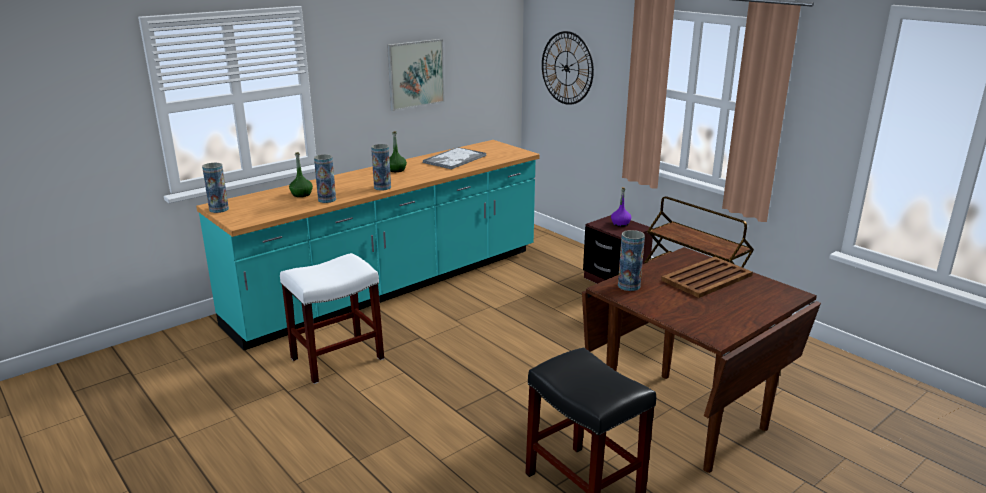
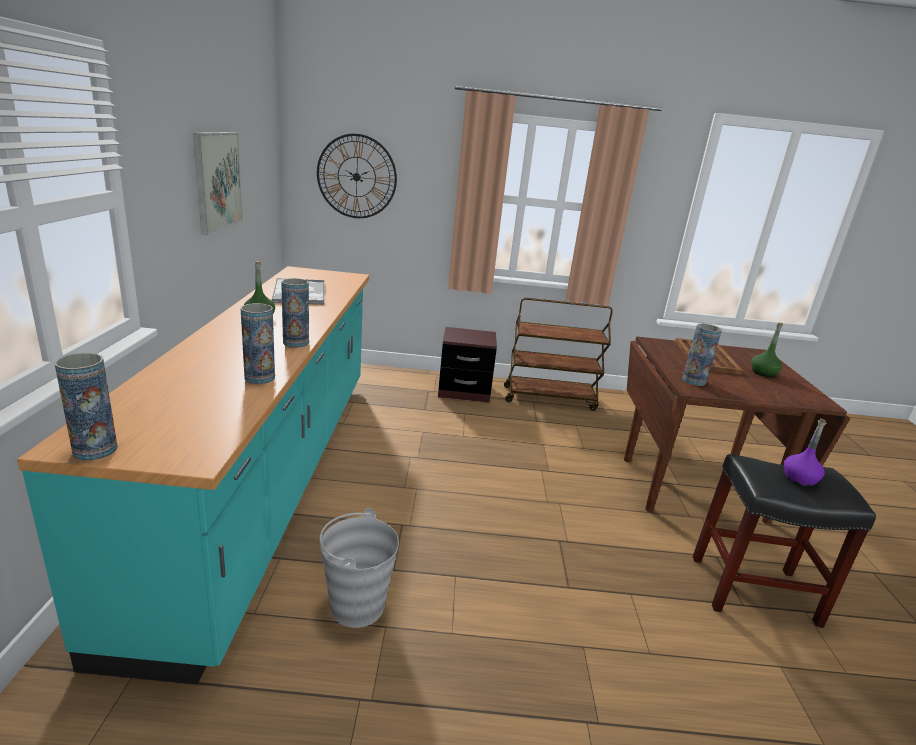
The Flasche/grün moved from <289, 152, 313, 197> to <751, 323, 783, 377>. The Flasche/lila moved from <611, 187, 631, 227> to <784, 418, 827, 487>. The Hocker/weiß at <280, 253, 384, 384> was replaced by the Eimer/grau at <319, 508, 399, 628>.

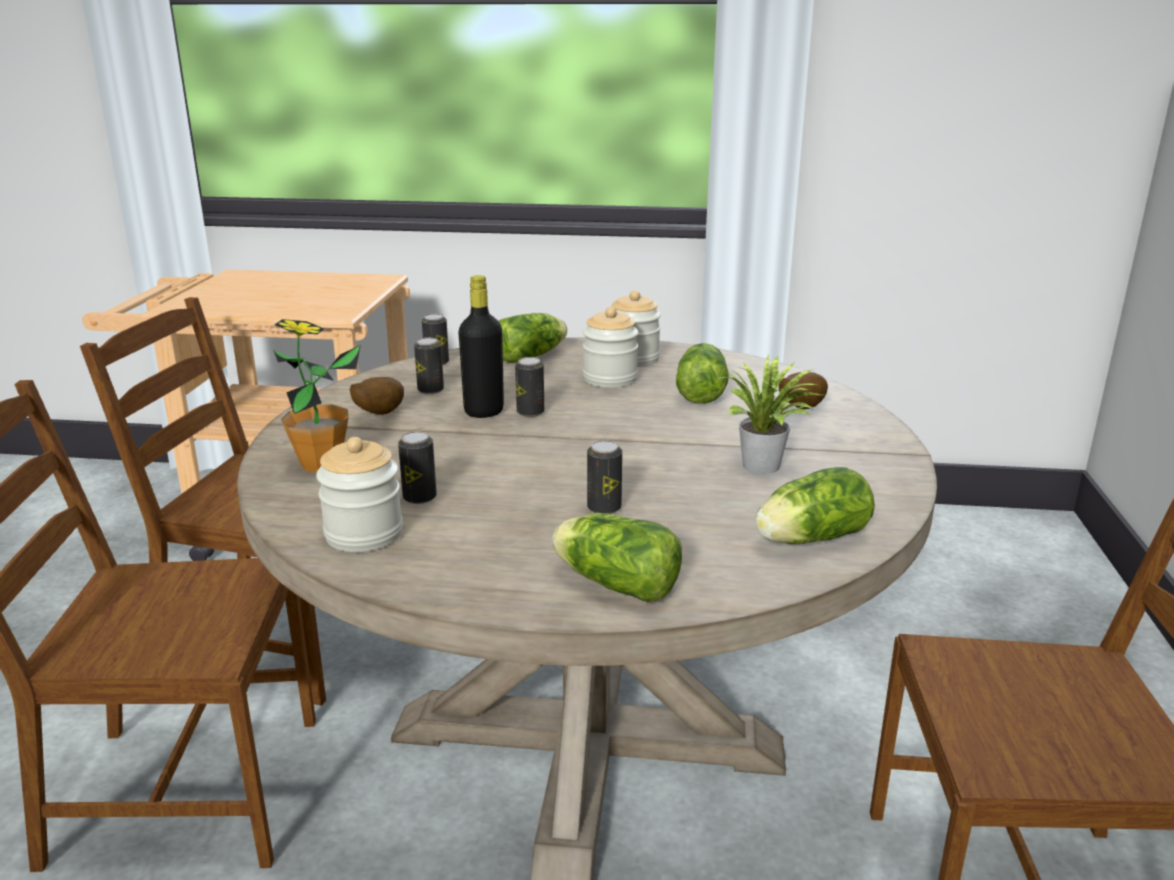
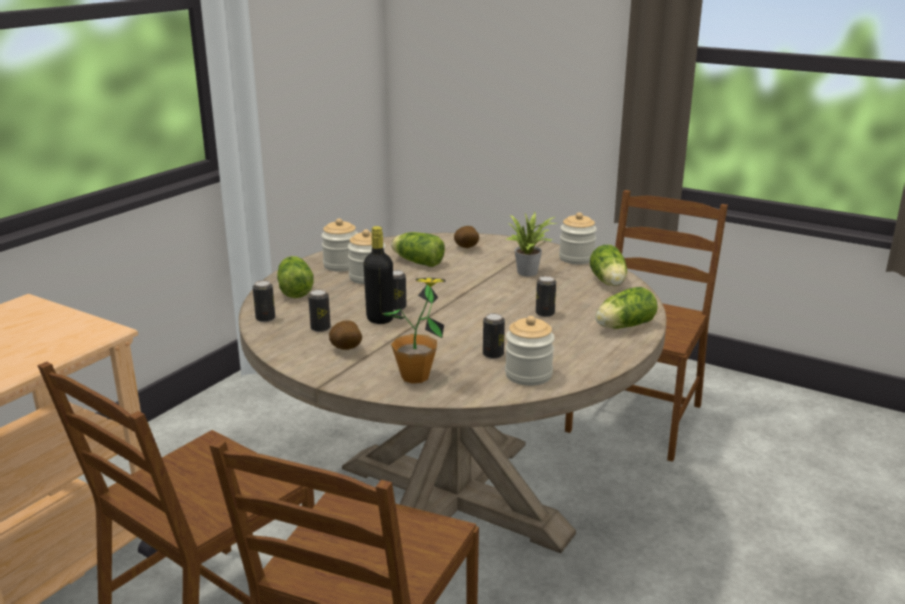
The Vorratsglas at <559, 212, 597, 264> appeared.

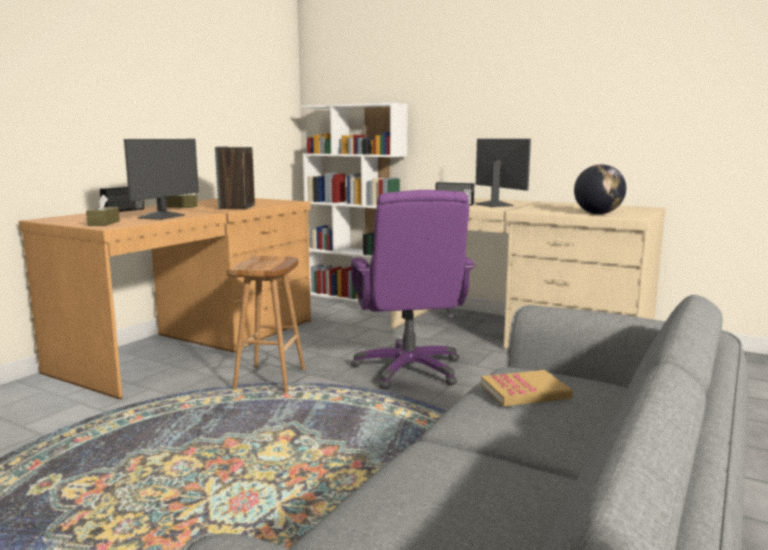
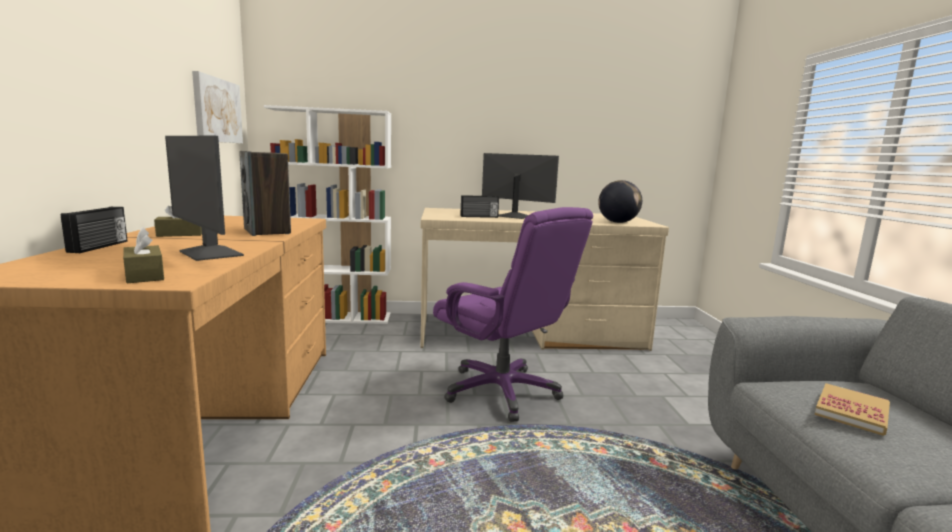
The Monitor at <124, 139, 199, 220> turned 150 degrees clockwise. The Hocker/braun at <227, 256, 305, 393> disappeared. The Bild at <192, 71, 243, 143> appeared.

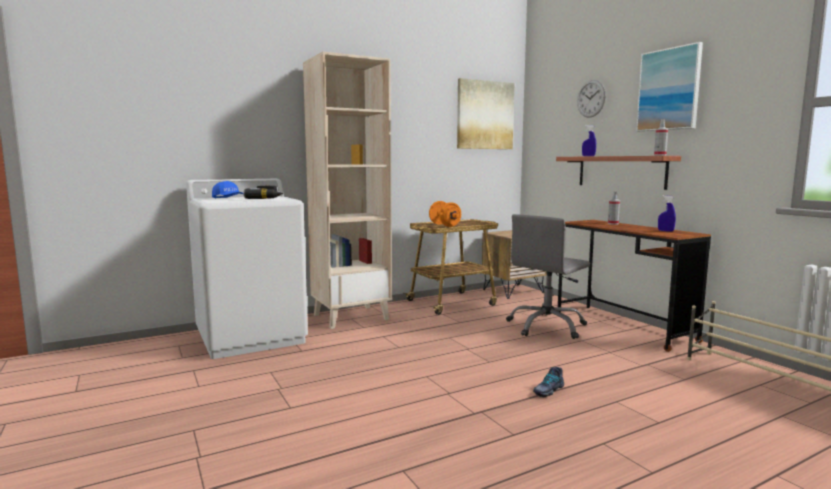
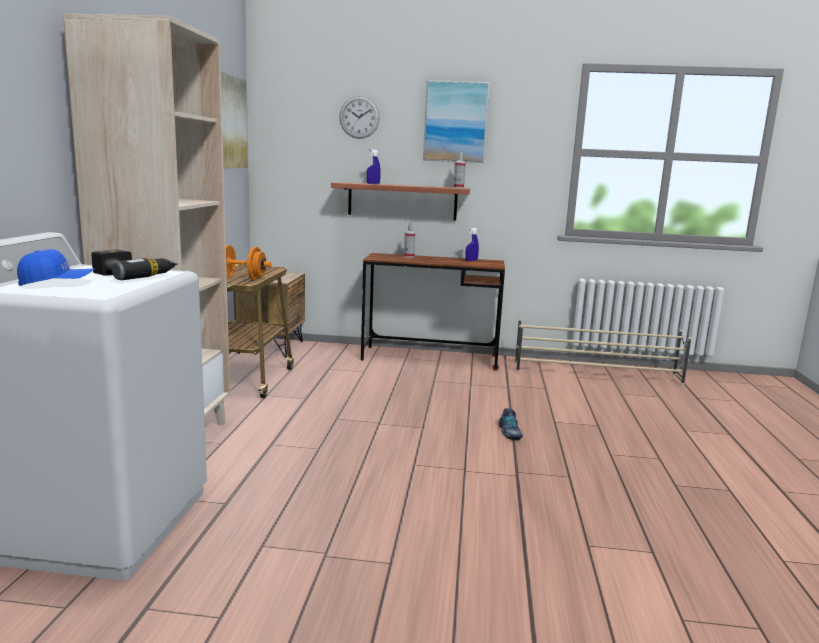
The Bürostuhl/grau at <506, 214, 590, 339> disappeared.

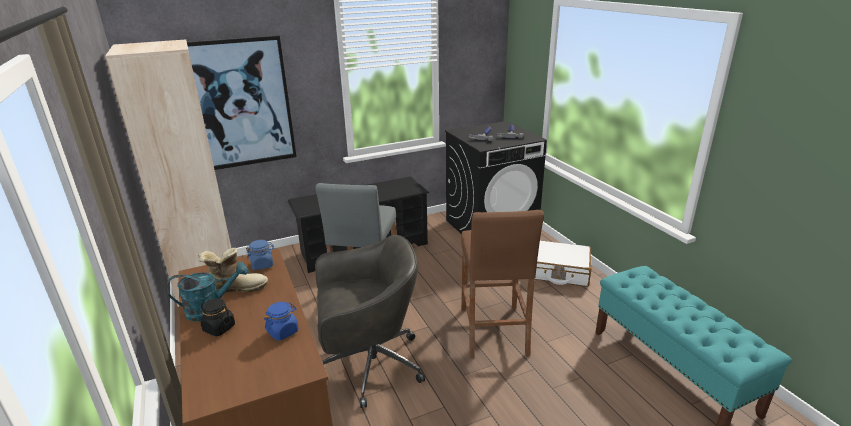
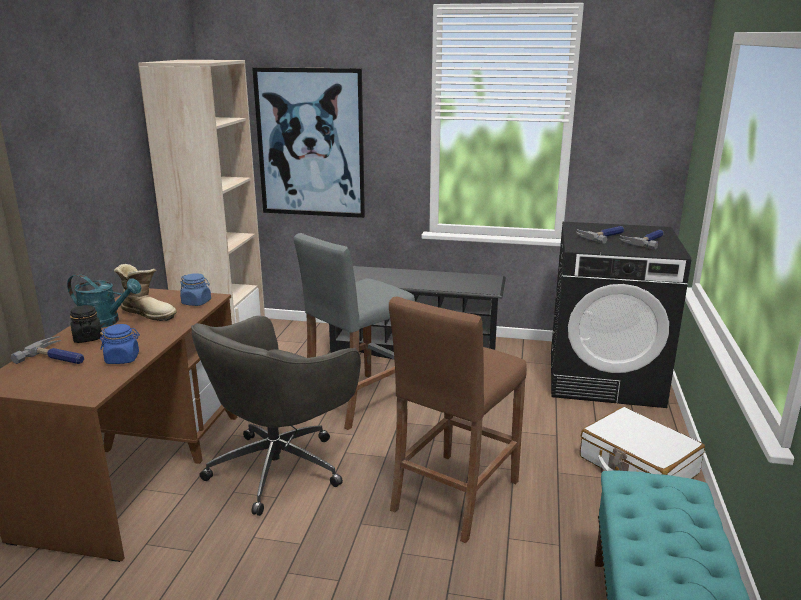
The Bürostuhl/grau at <315, 235, 425, 408> turned 105 degrees clockwise. The Hammer at <11, 336, 84, 364> appeared.

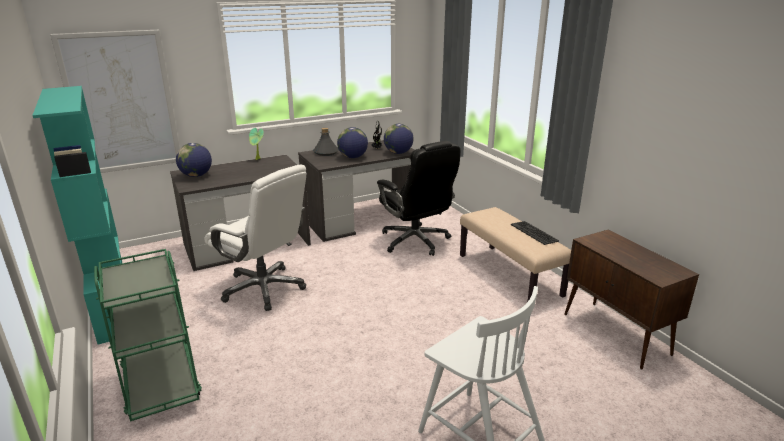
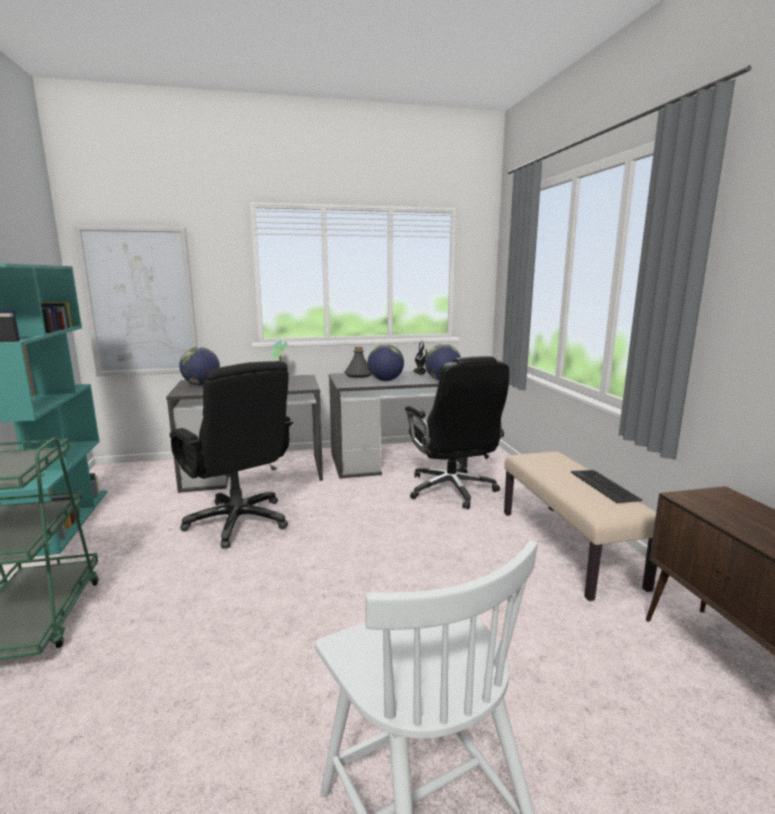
The Bürostuhl/weiß at <204, 165, 307, 311> became the Bürostuhl/schwarz at <170, 361, 293, 548>.

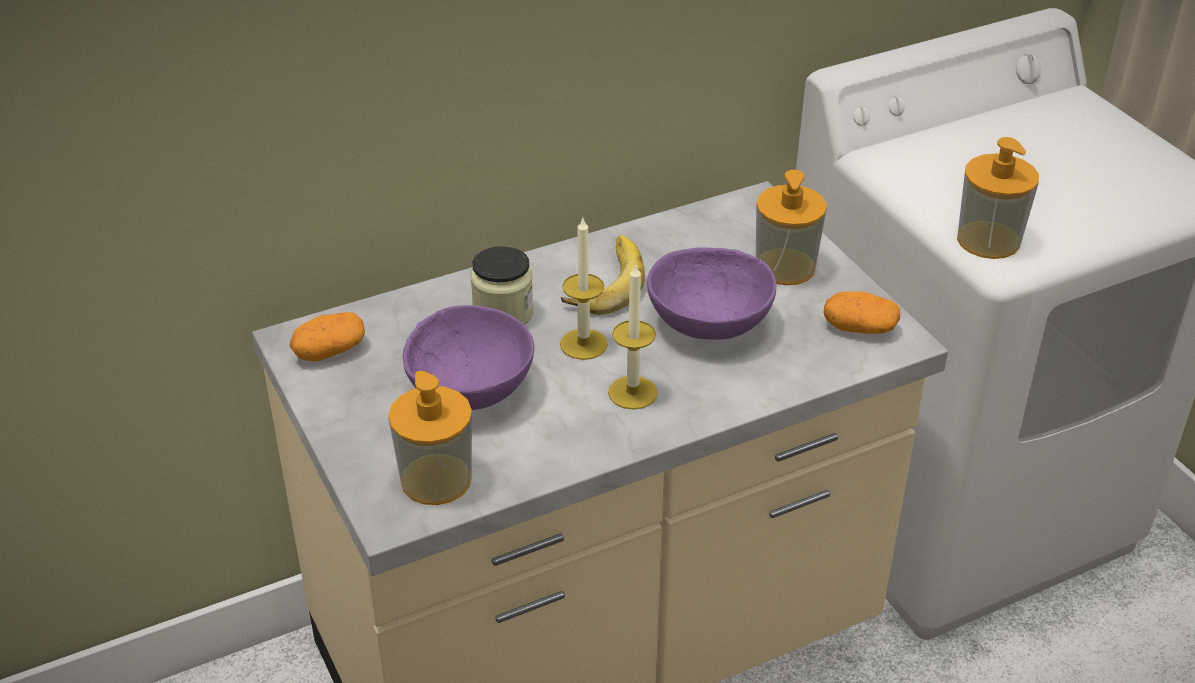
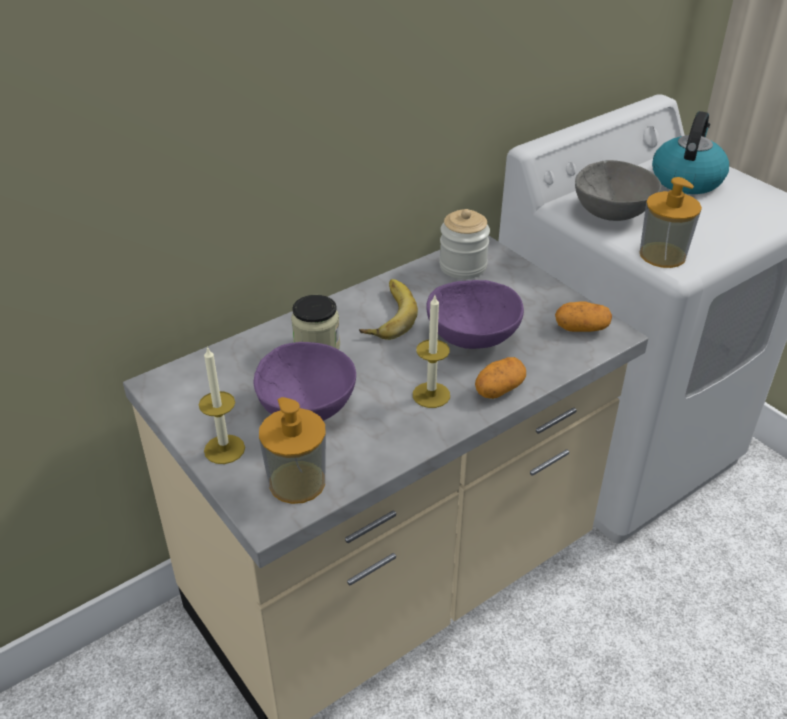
The Seifenspender at <756, 170, 827, 285> disappeared. The Kerze moved from <560, 216, 608, 360> to <199, 346, 245, 464>. The Kartoffel moved from <290, 312, 365, 362> to <475, 357, 526, 399>. The Wasserkessel at <652, 111, 729, 194> appeared. The Schüssel/grau at <575, 160, 661, 221> appeared. The Vorratsglas at <439, 209, 490, 279> appeared.

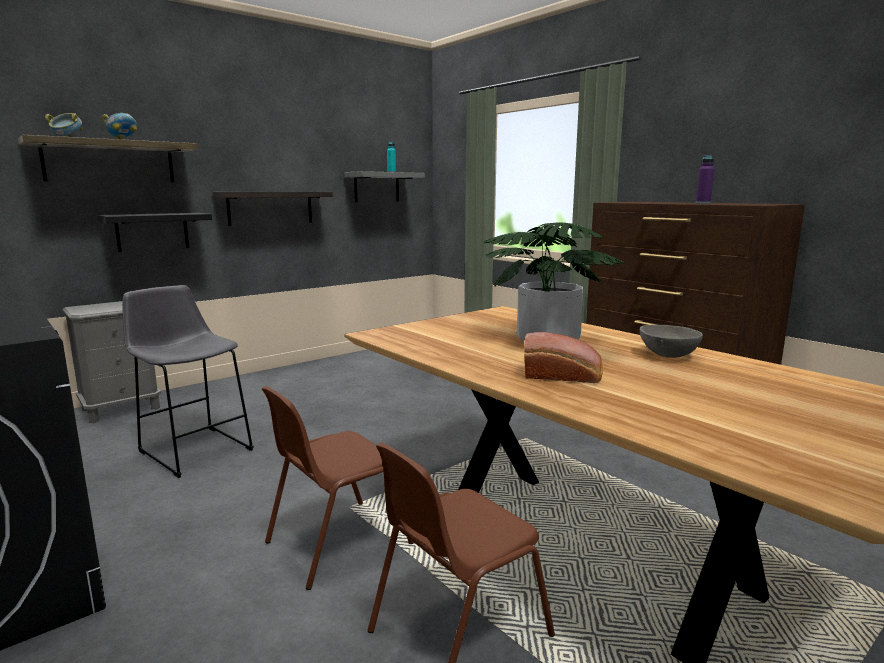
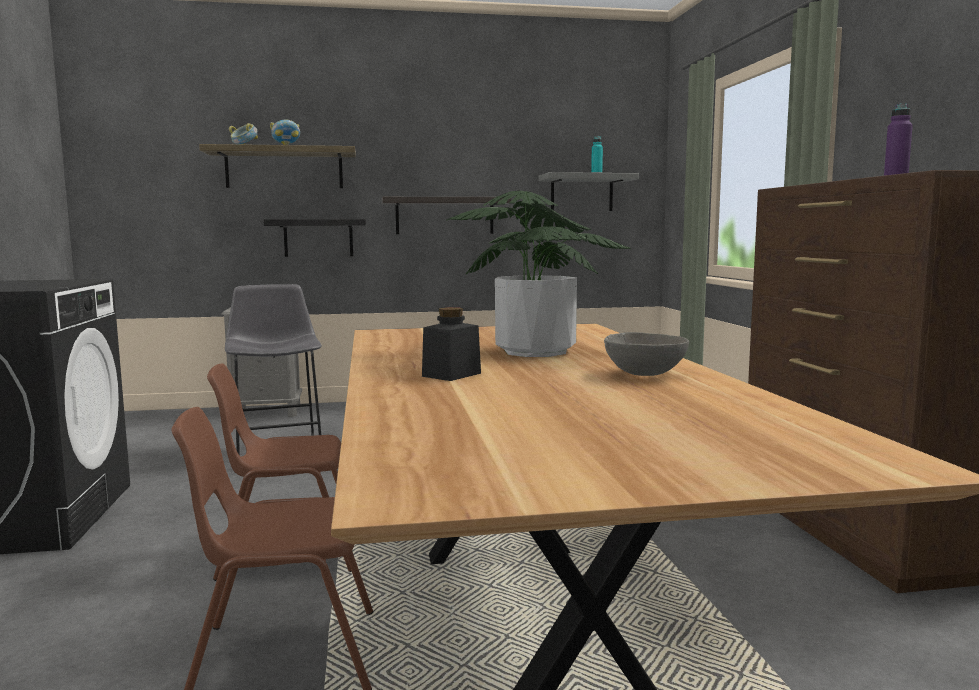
The Brot at <524, 332, 603, 383> was replaced by the Vorratsglas/schwarz at <422, 307, 481, 381>.

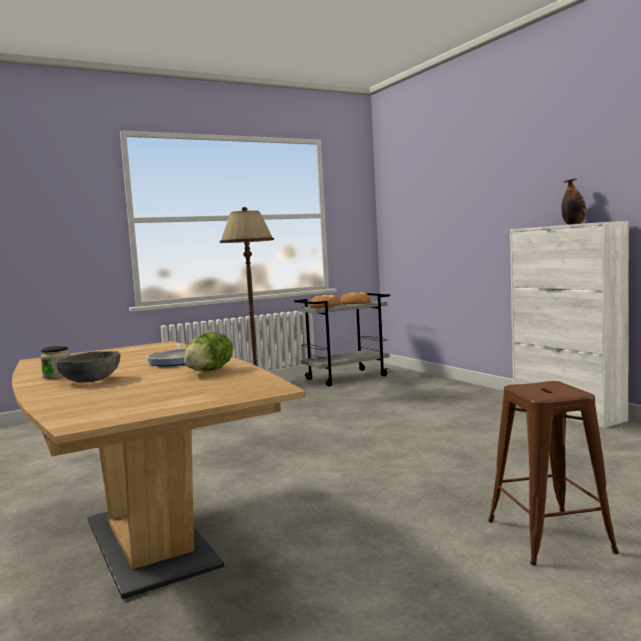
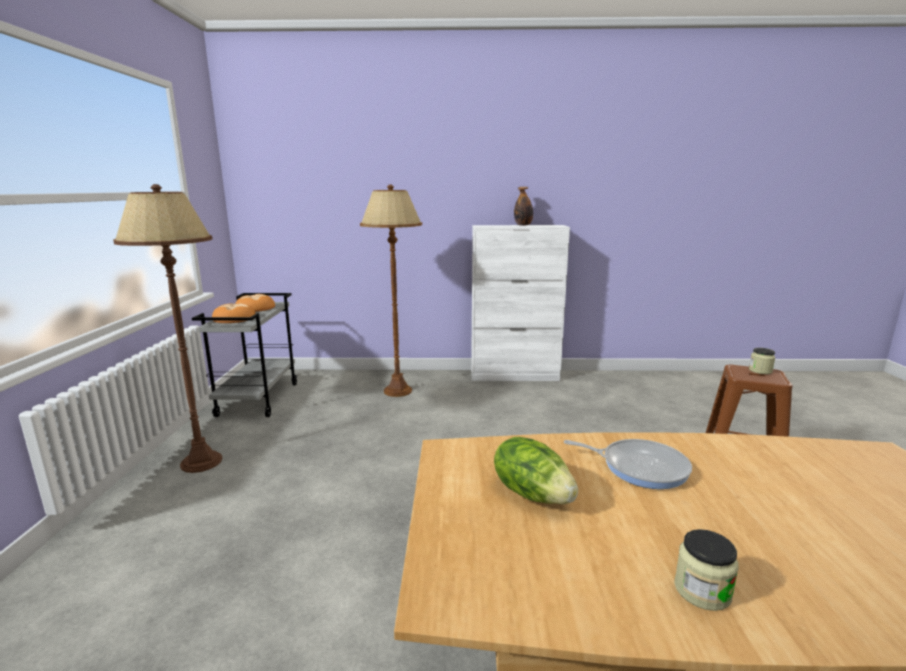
The Salatkopf moved from <184, 332, 233, 372> to <494, 437, 578, 504>. The Schüssel/grau at <55, 351, 120, 383> disappeared. The Stehlampe/braun at <360, 185, 422, 397> appeared. The Vorratsglas at <749, 348, 775, 374> appeared.

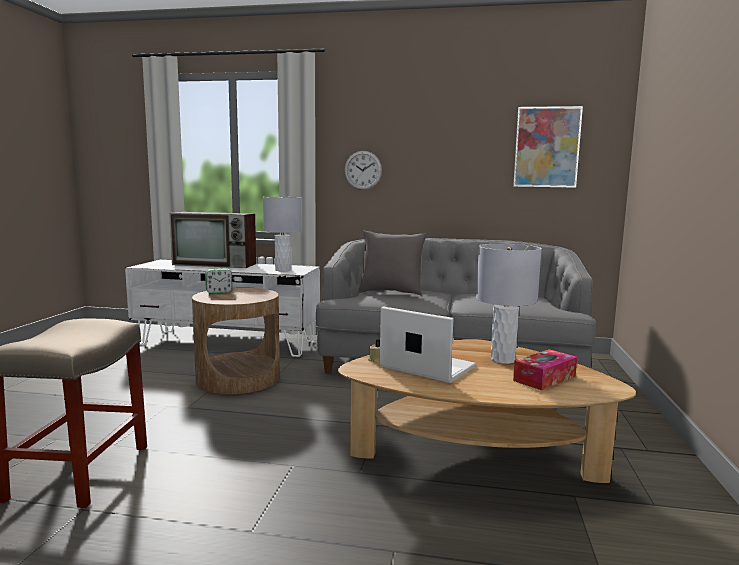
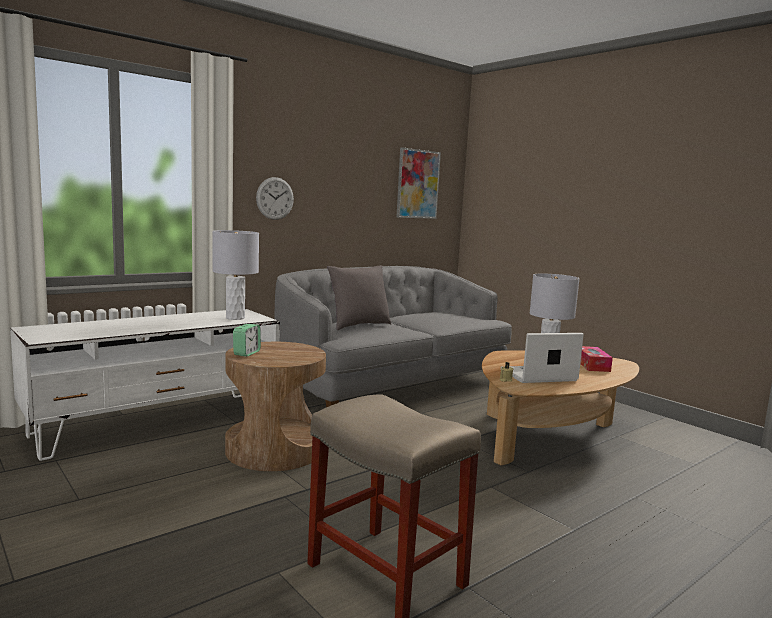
The Fernseher at <169, 212, 256, 268> disappeared.

